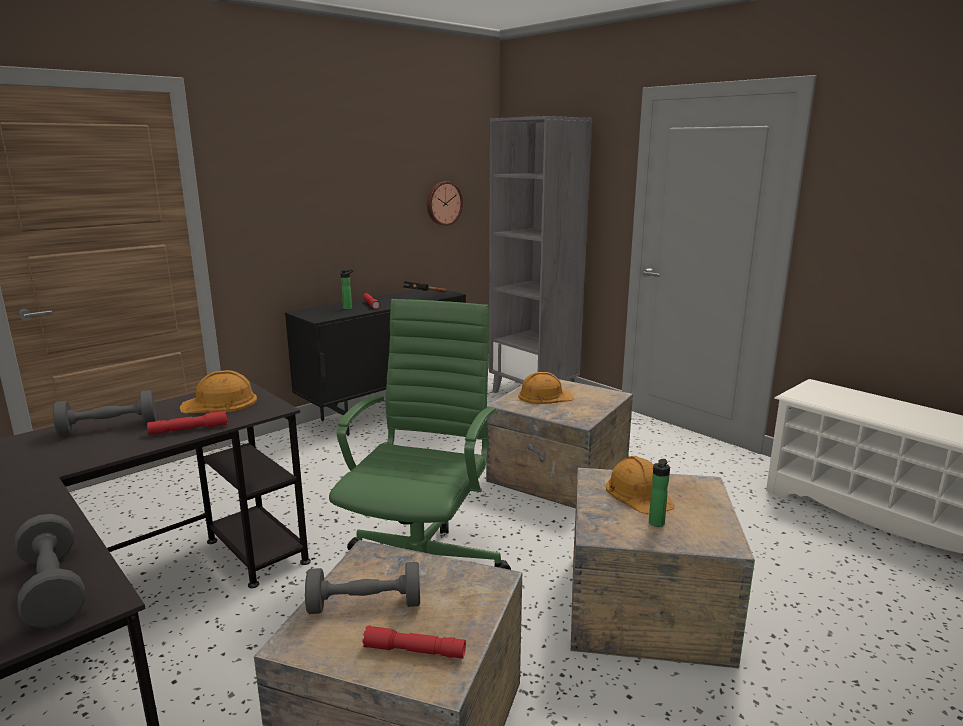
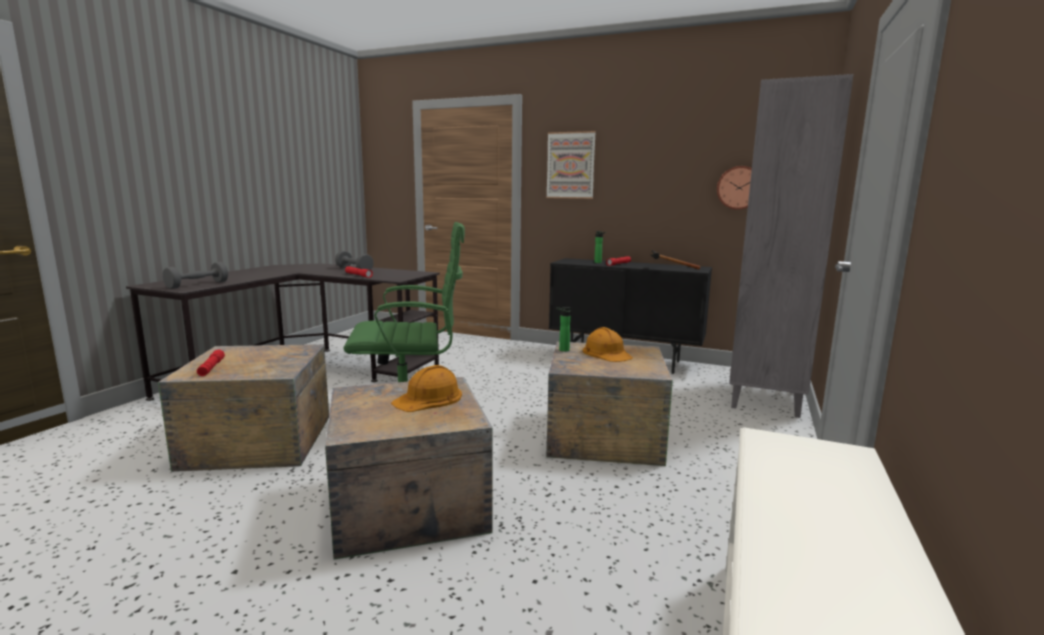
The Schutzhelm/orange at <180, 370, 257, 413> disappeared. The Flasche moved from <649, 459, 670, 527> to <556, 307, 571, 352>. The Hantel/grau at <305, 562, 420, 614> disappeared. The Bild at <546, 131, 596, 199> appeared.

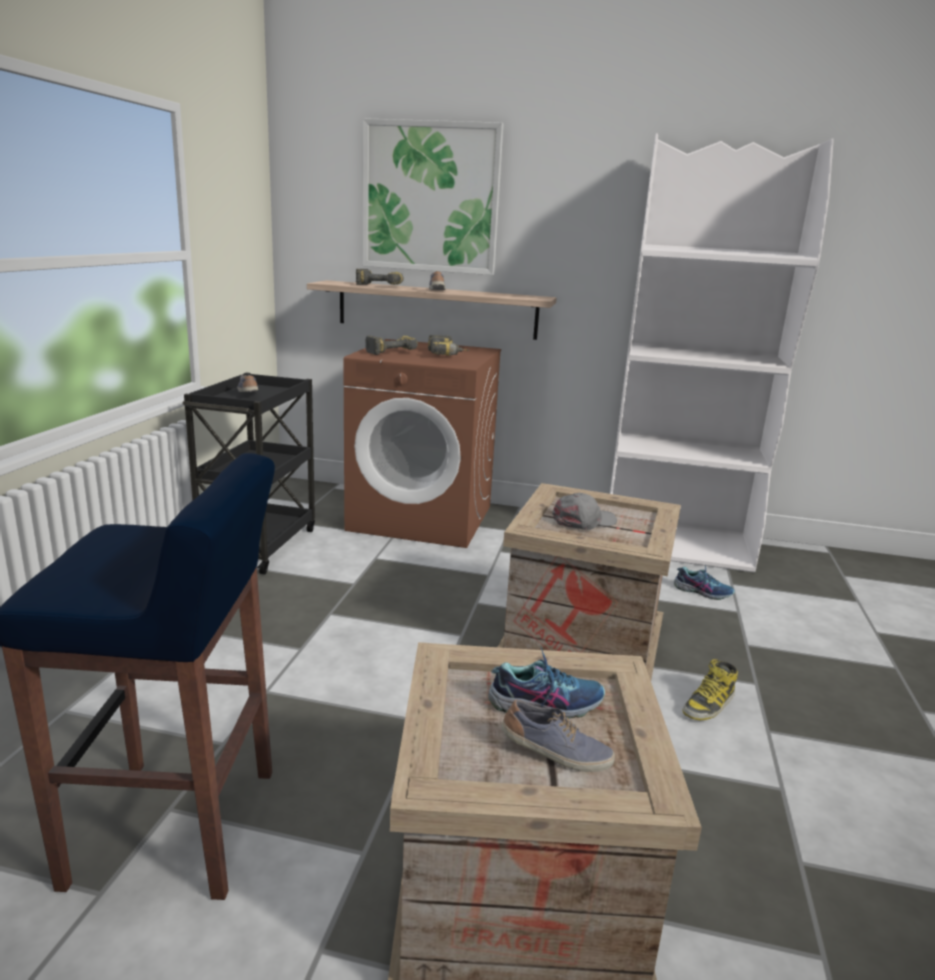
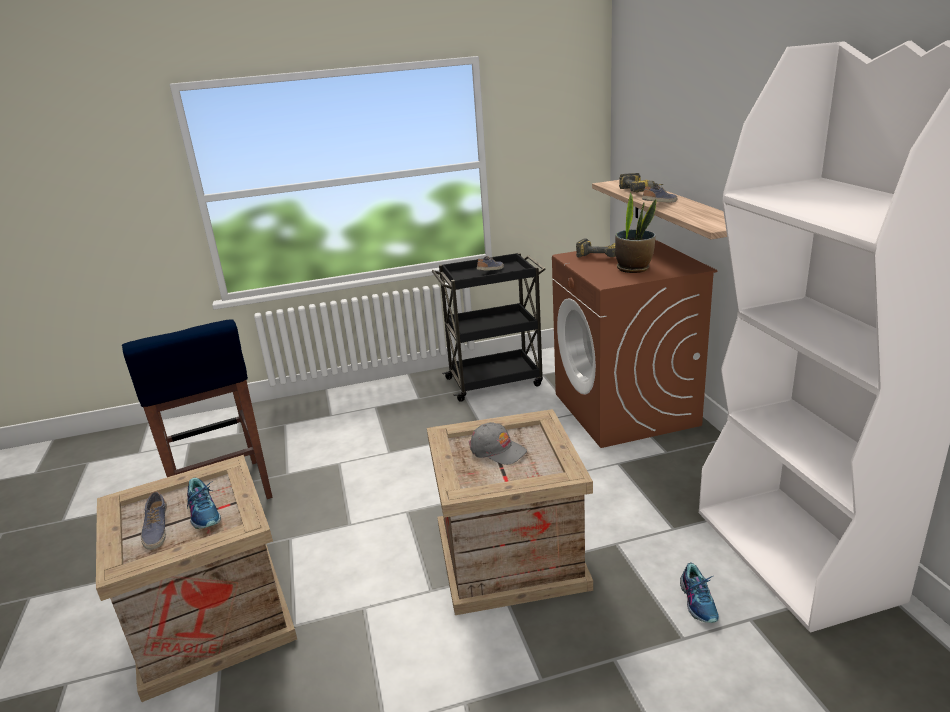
The Bild at <362, 118, 503, 275> disappeared. The Bohrmaschine at <428, 335, 469, 356> was replaced by the Topfpflanze at <615, 192, 656, 273>. The Stiefel at <682, 659, 738, 720> disappeared.

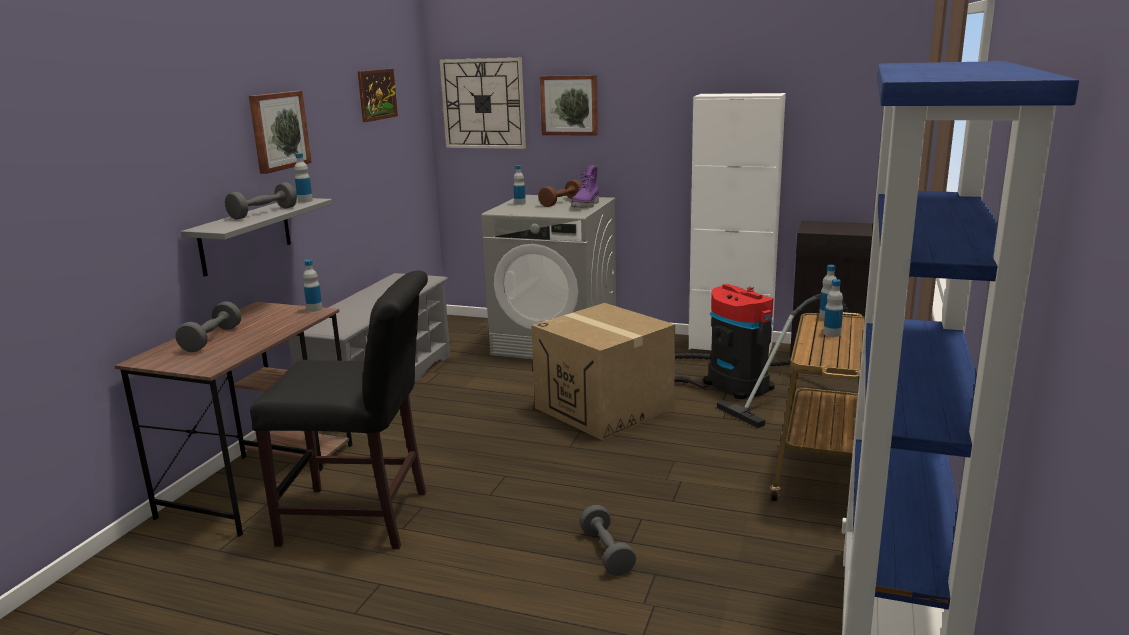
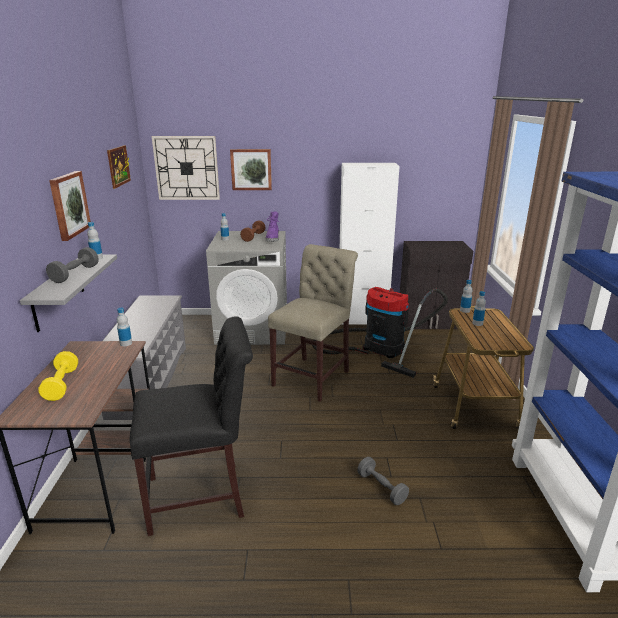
The Hantel/grau at <175, 301, 241, 352> became the Hantel/gelb at <39, 351, 78, 401>. The Karton at <531, 303, 675, 440> was replaced by the Stuhl/beige at <268, 244, 358, 402>.

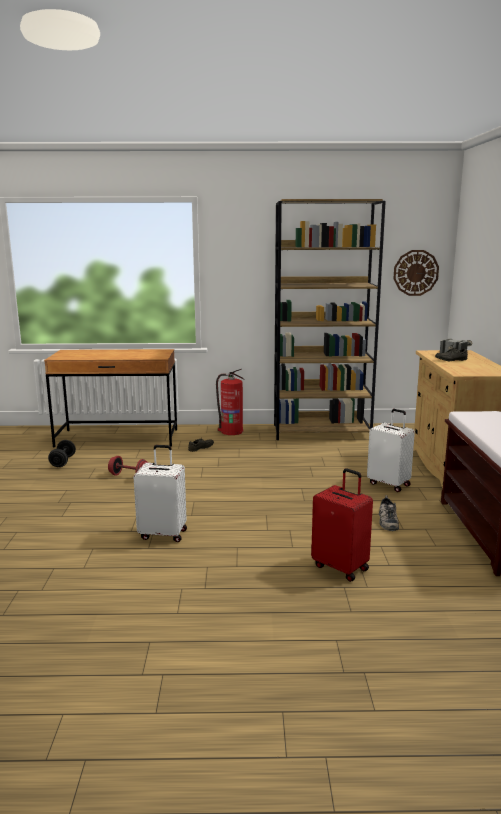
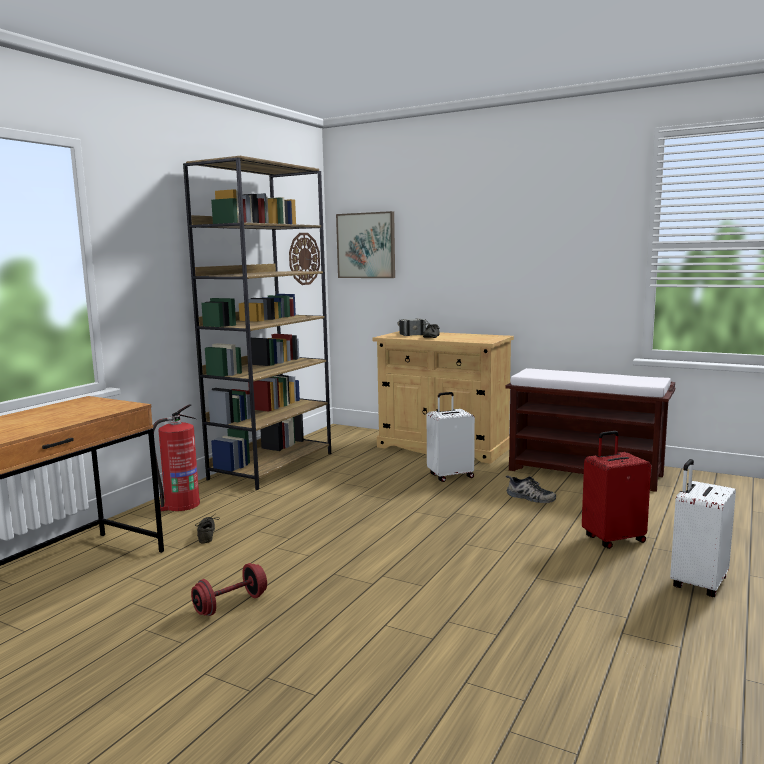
The Hantel/schwarz at <48, 440, 76, 467> disappeared. The Koffer/weiß moved from <134, 445, 187, 542> to <670, 459, 736, 597>. The Bild at <336, 211, 395, 278> appeared.

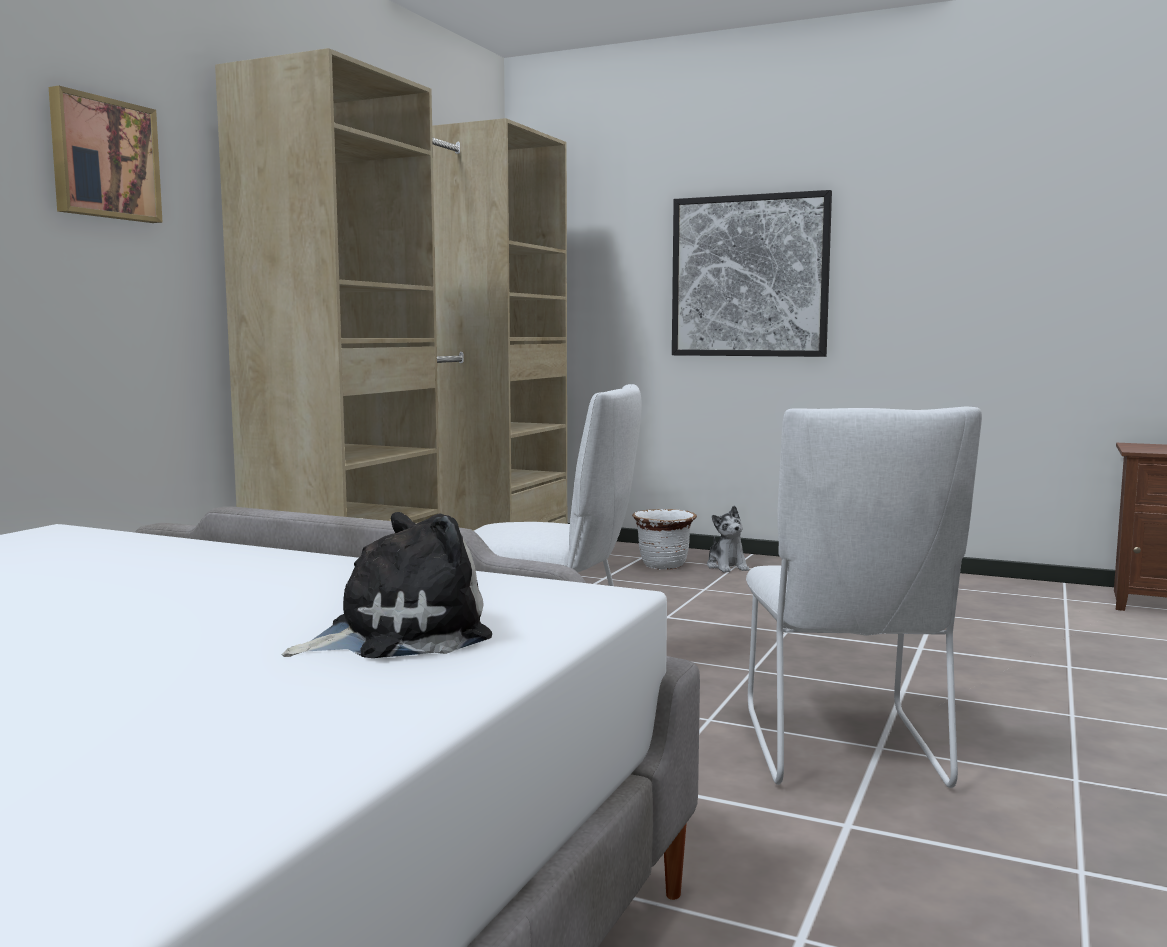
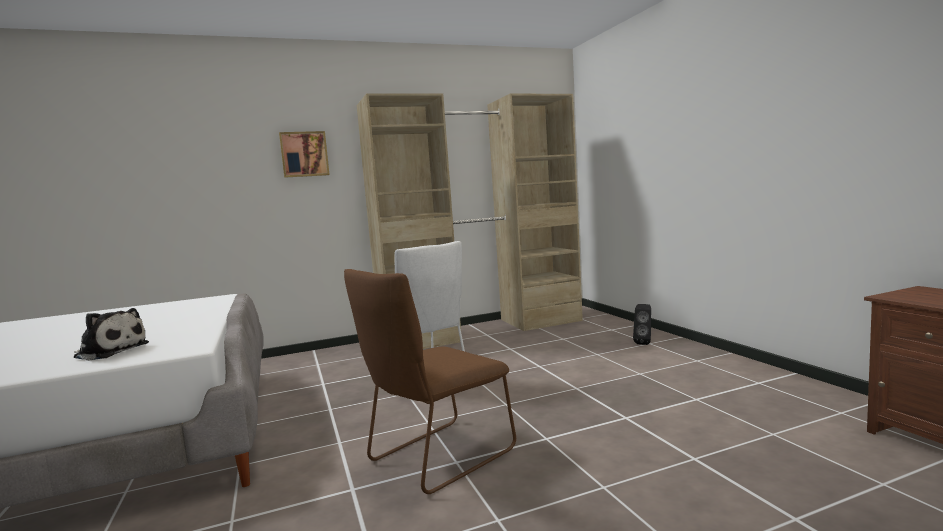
The Bild at <672, 190, 832, 357> disappeared. The Stuhl/weiß at <746, 407, 982, 788> became the Stuhl/braun at <344, 269, 516, 494>. The Plüschtier at <707, 505, 749, 572> was replaced by the Lautsprecher/schwarz at <633, 304, 651, 345>. The Pflanzkübel/weiß at <632, 509, 697, 569> disappeared.

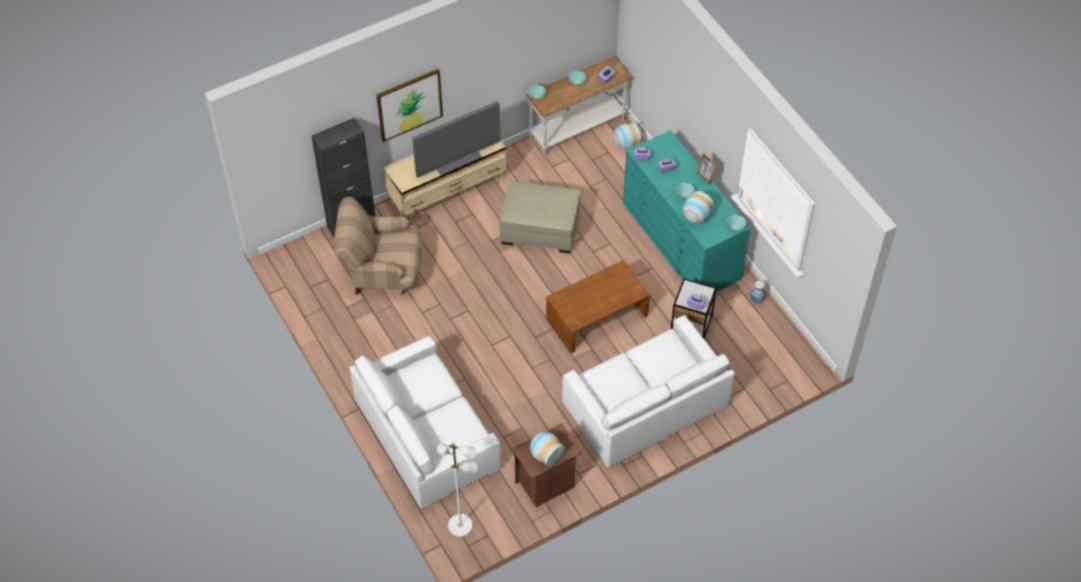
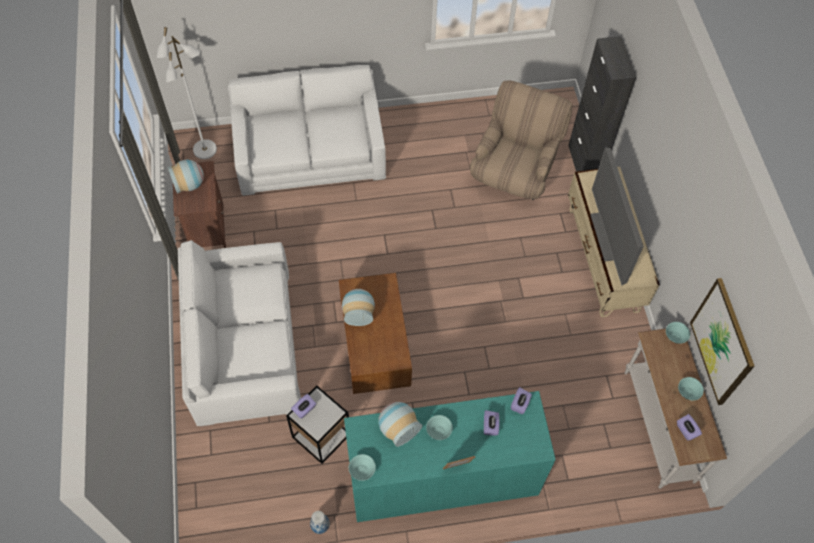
The Bild moved from <376, 69, 443, 142> to <690, 278, 754, 405>. The Vase moved from <613, 122, 642, 149> to <342, 289, 375, 326>. The Polsterhocker/beige at <500, 180, 580, 253> disappeared.

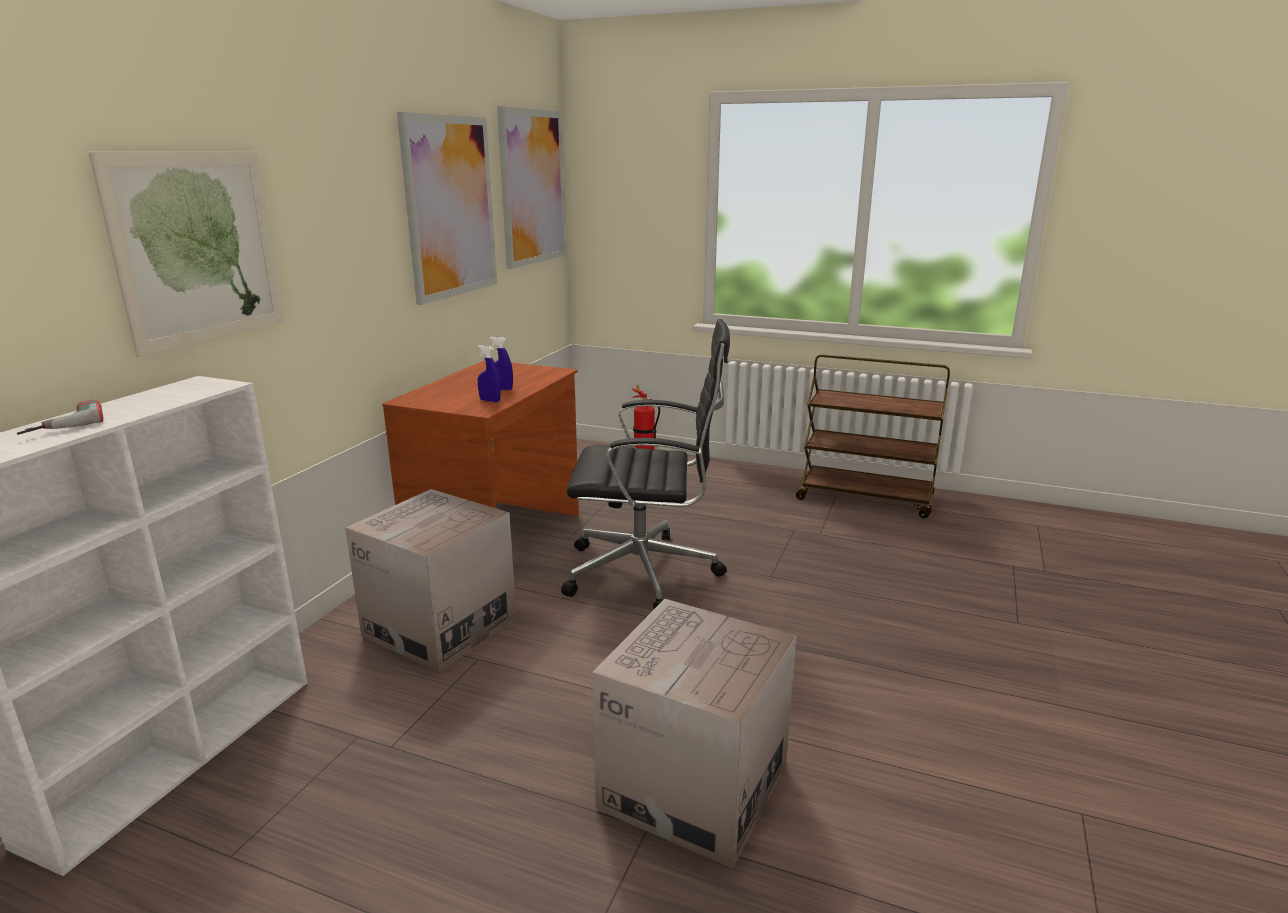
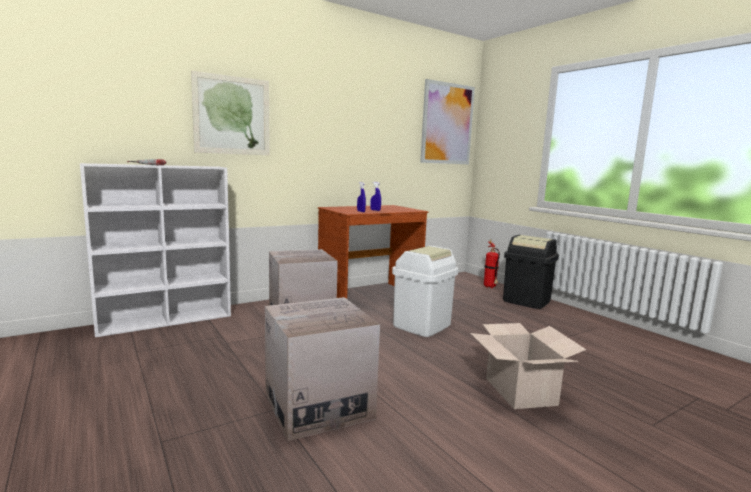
The Bild at <397, 112, 497, 305> disappeared. The Bürostuhl/schwarz at <561, 319, 730, 609> was replaced by the Mülleimer/weiß at <392, 246, 458, 337>. The Rollwagen/braun at <796, 354, 950, 518> disappeared. The Mülleimer/schwarz at <503, 235, 559, 309> appeared. The Karton at <470, 323, 586, 409> appeared.

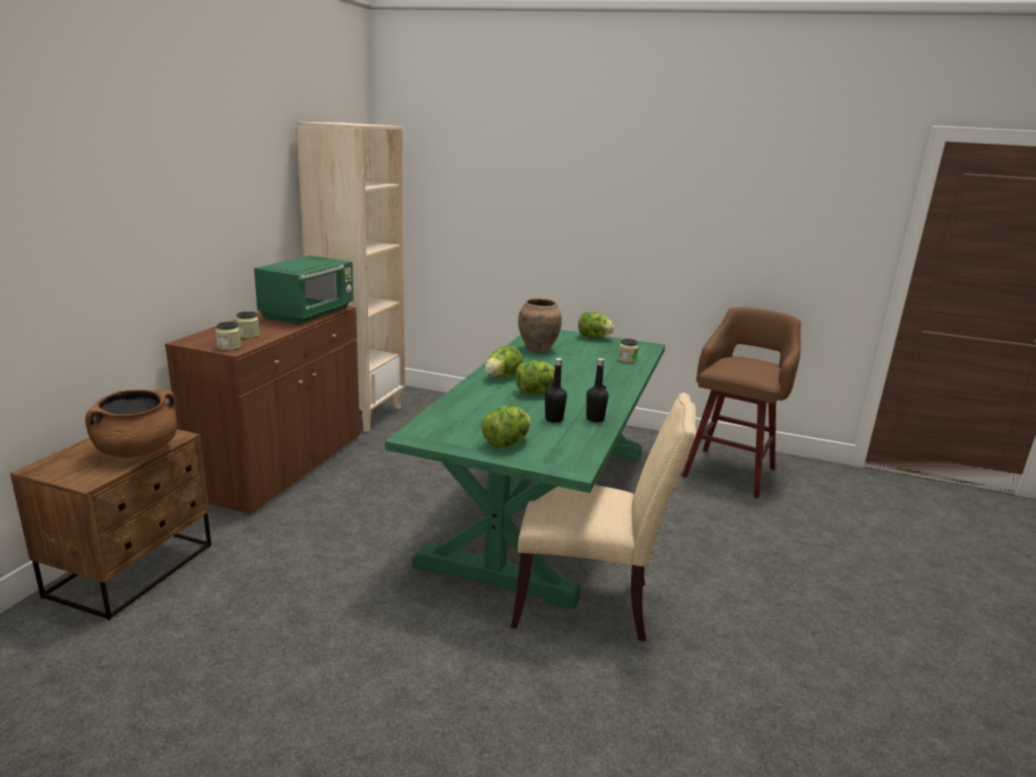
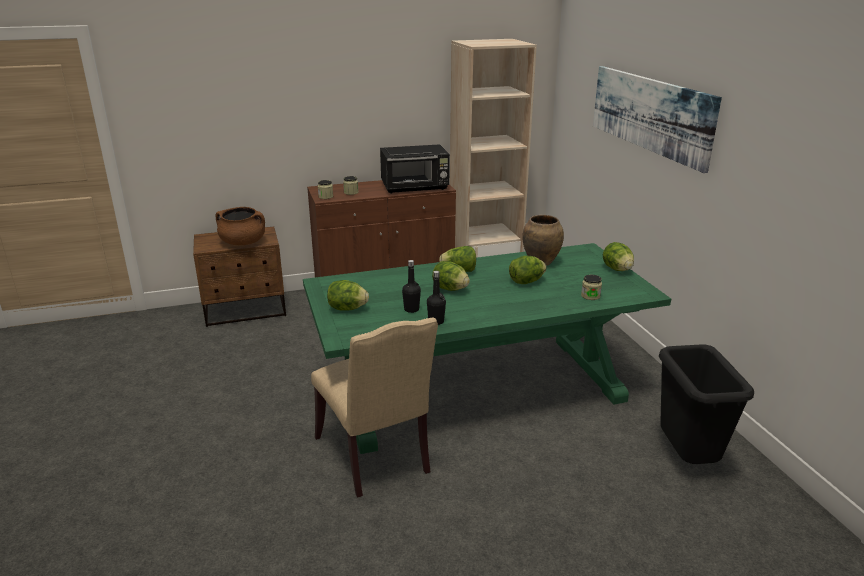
The Mikrowelle/grün at <254, 255, 354, 325> became the Mikrowelle/schwarz at <380, 144, 450, 194>. The Hocker/braun at <682, 307, 801, 498> was replaced by the Mülleimer/schwarz at <659, 344, 754, 464>. The Bild at <593, 66, 722, 173> appeared. The Salatkopf at <509, 256, 547, 284> appeared.

